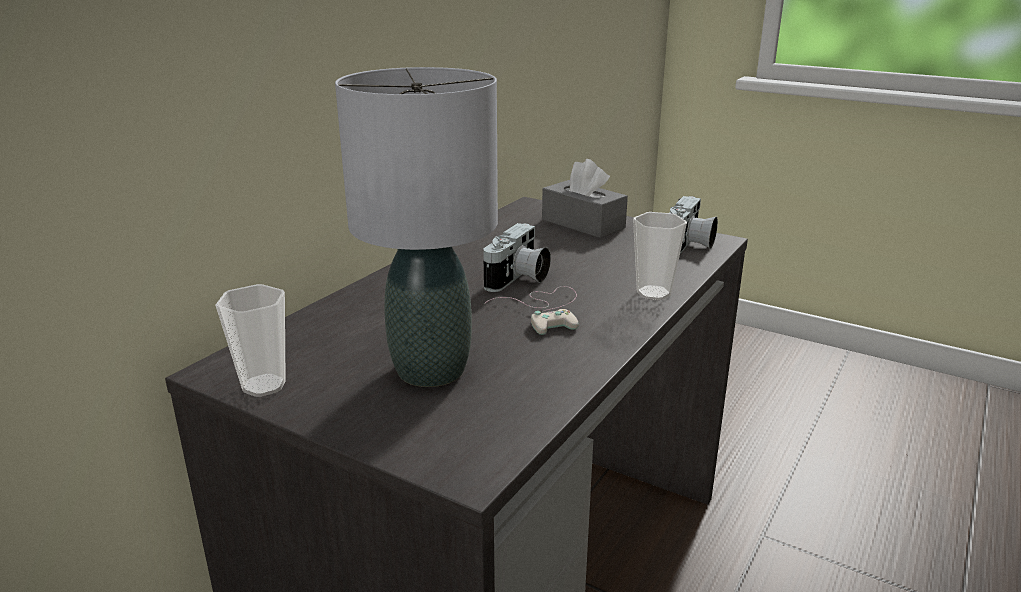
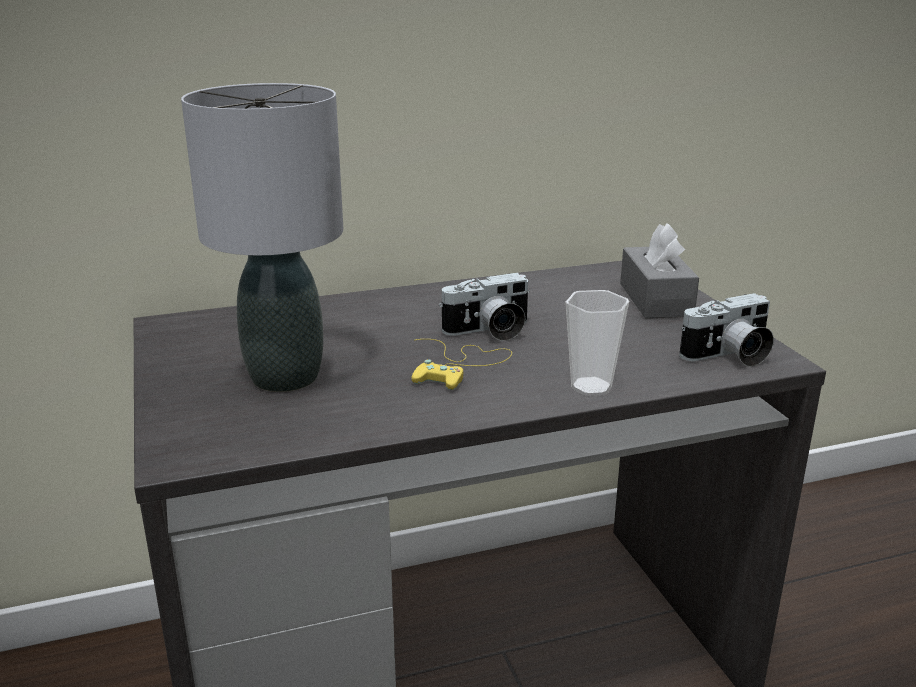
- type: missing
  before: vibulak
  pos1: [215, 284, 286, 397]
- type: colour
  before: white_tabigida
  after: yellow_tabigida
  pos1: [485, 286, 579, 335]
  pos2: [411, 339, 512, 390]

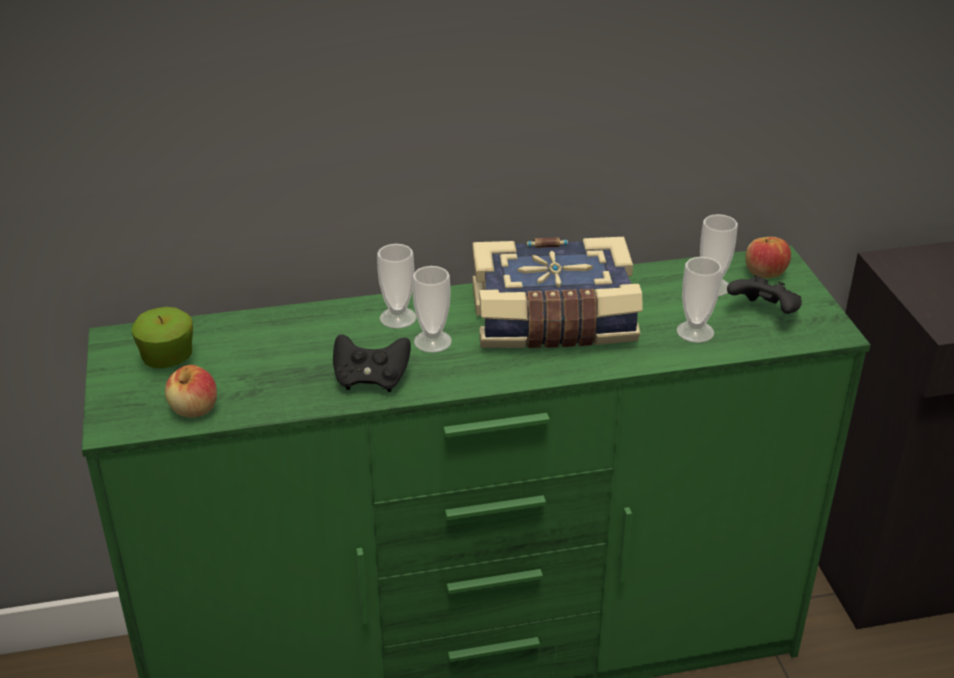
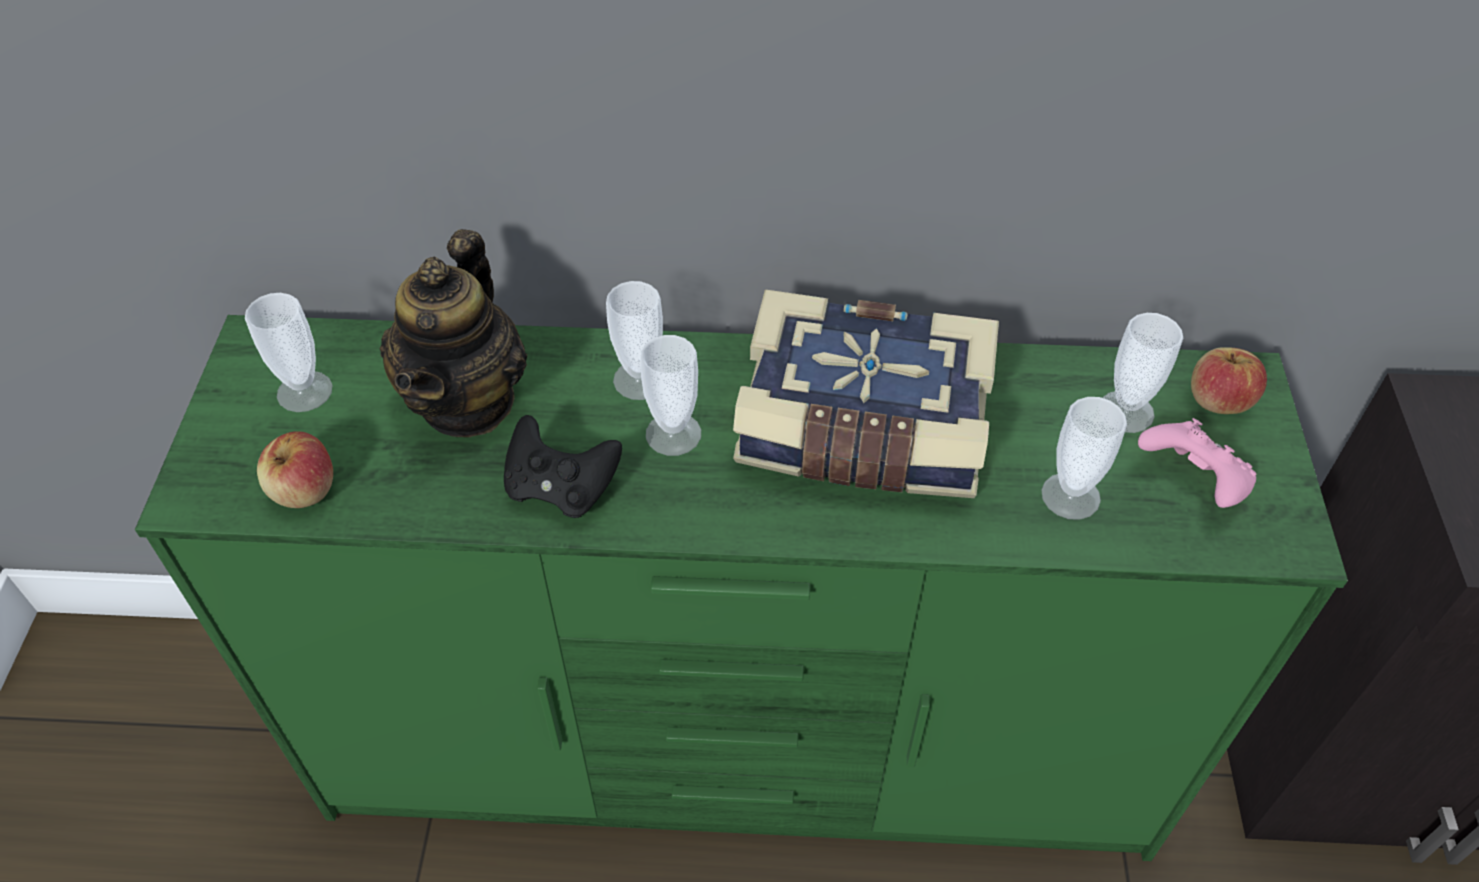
- type: appeared
  after: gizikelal
  pos2: [380, 229, 527, 437]
- type: exchanged
  before: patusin
  after: vibulak
  pos1: [131, 307, 193, 368]
  pos2: [245, 293, 332, 412]
- type: colour
  before: black_tabigida
  after: pink_tabigida
  pos1: [727, 275, 802, 314]
  pos2: [1138, 418, 1257, 508]

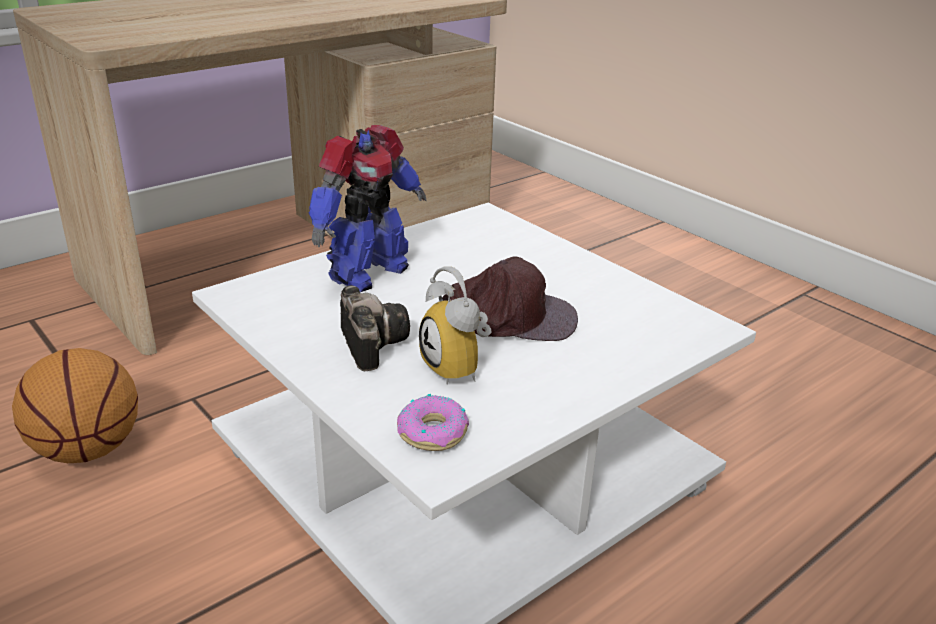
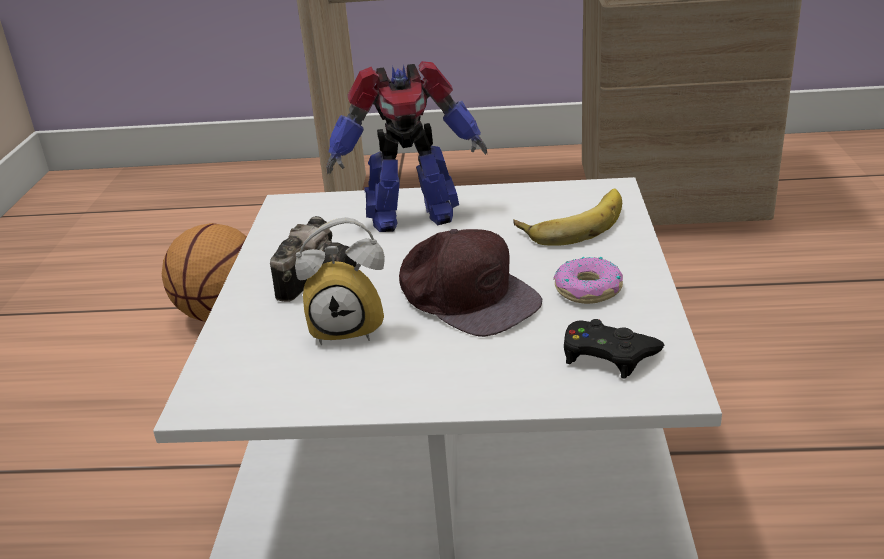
- type: appeared
  after: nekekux
  pos2: [514, 189, 622, 246]
- type: appeared
  after: black_tabigida
  pos2: [564, 319, 664, 379]
- type: relocated
  before: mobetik
  pos1: [397, 394, 469, 451]
  pos2: [553, 256, 623, 304]
- type: spun
  before: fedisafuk
  pos1: [419, 266, 492, 385]
  pos2: [295, 217, 385, 345]
  turn: -105

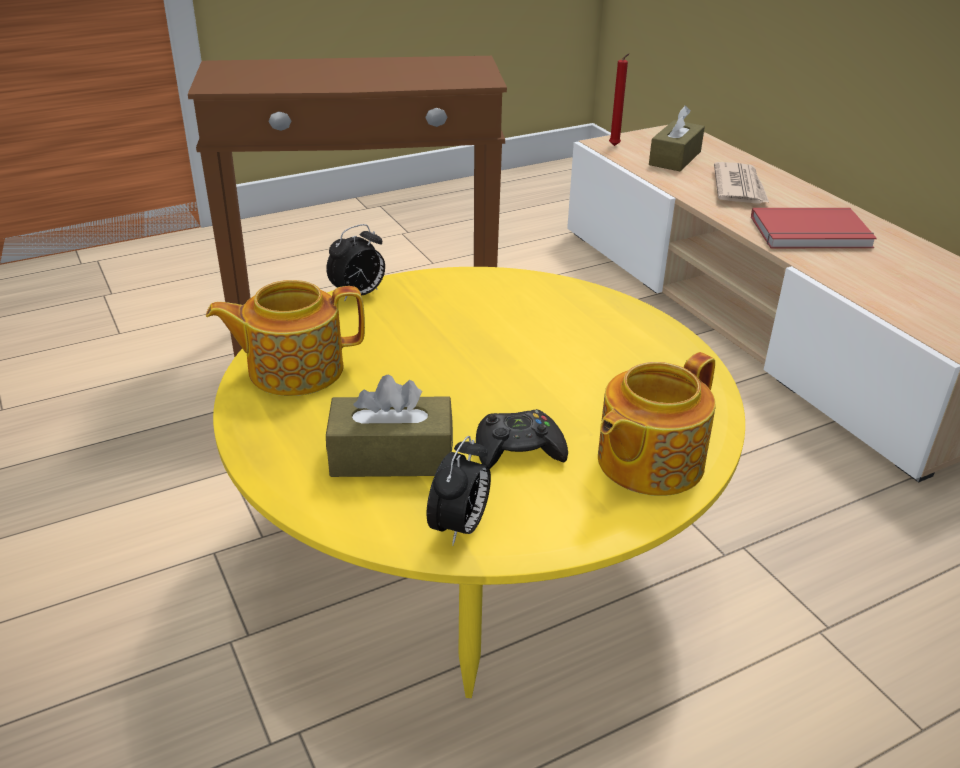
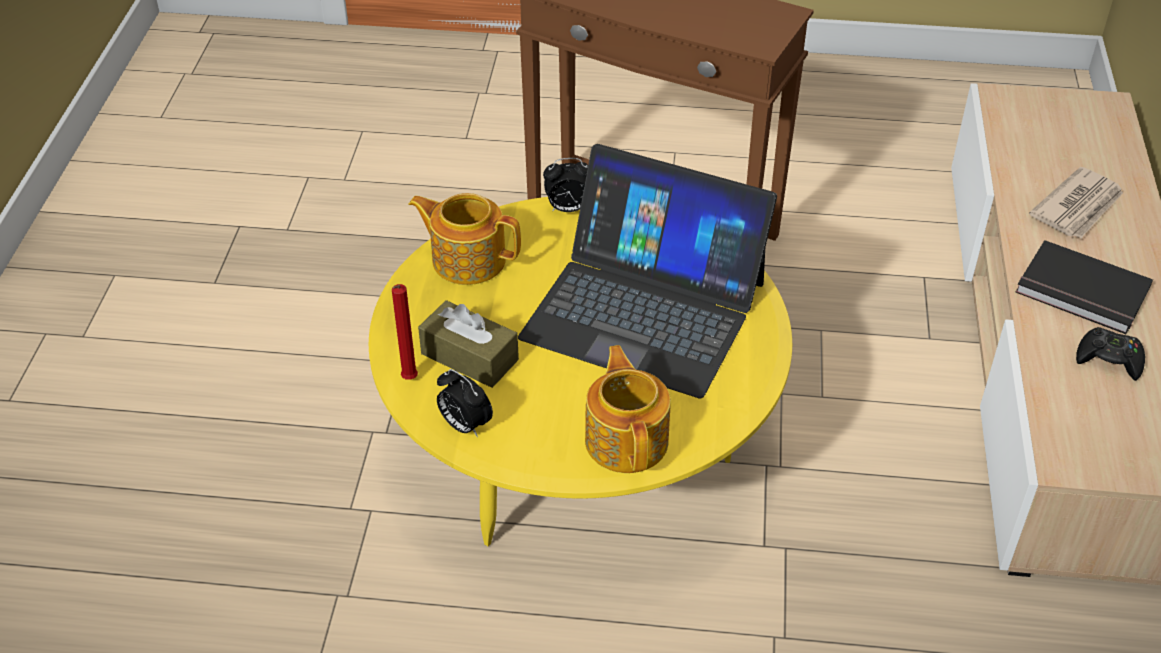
- type: missing
  before: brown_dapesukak
  pos1: [649, 106, 705, 171]
- type: appeared
  after: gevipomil
  pos2: [518, 144, 777, 398]
- type: relocated
  before: black_tabigida
  pos1: [476, 409, 568, 469]
  pos2: [1076, 327, 1145, 381]
- type: relocated
  before: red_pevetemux
  pos1: [609, 53, 629, 146]
  pos2: [392, 284, 418, 380]
- type: colour
  before: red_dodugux
  after: black_dodugux
  pos1: [751, 208, 877, 248]
  pos2: [1016, 240, 1153, 334]
- type: spun
  before: fedisafuk
  pos1: [427, 436, 491, 546]
  pos2: [437, 369, 493, 437]
  turn: 75
- type: spun
  before: gizikelal
  pos1: [598, 352, 716, 496]
  pos2: [585, 345, 671, 473]
  turn: 90

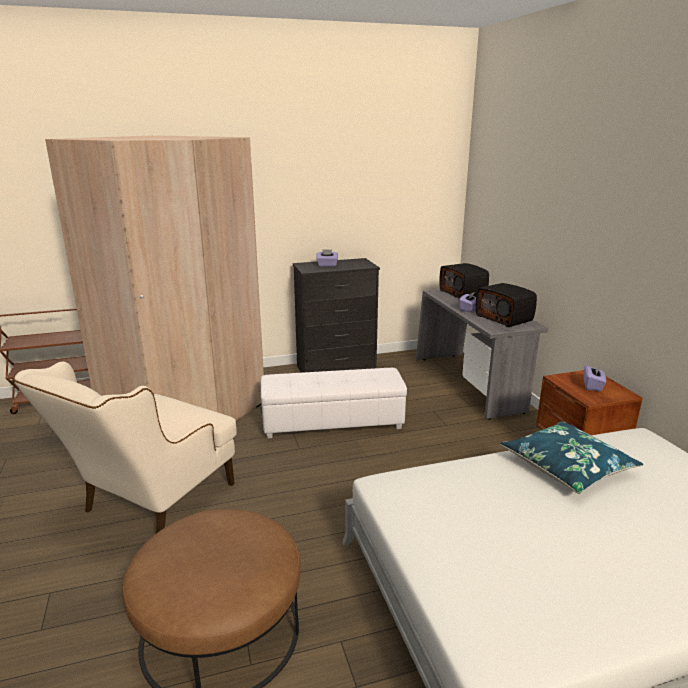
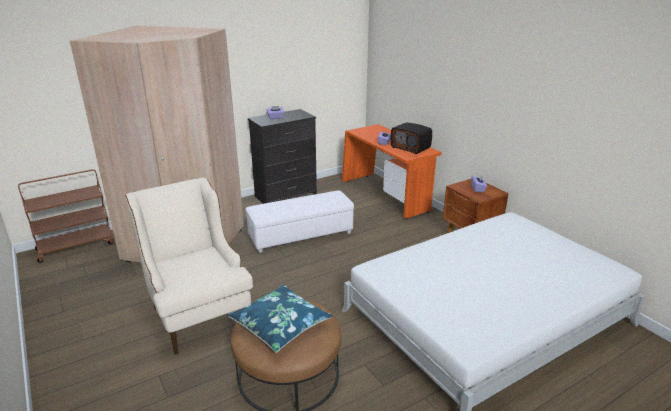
- type: missing
  before: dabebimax
  pos1: [439, 263, 489, 299]
- type: relocated
  before: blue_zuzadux
  pos1: [500, 421, 643, 494]
  pos2: [227, 285, 333, 353]
- type: colour
  before: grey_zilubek
  after: orange_zilubek
  pos1: [416, 289, 548, 420]
  pos2: [342, 124, 441, 219]
- type: spun
  before: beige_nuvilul
  pos1: [13, 362, 237, 533]
  pos2: [125, 178, 253, 355]
  turn: 135

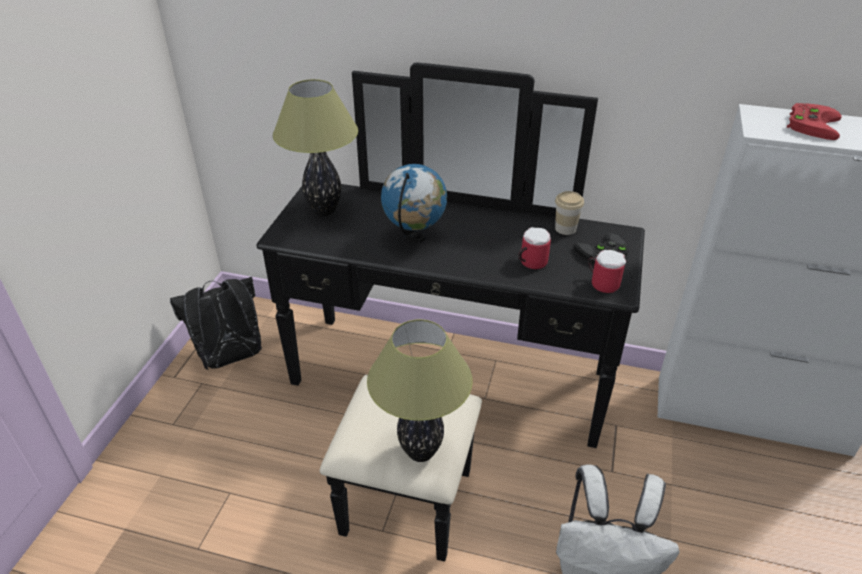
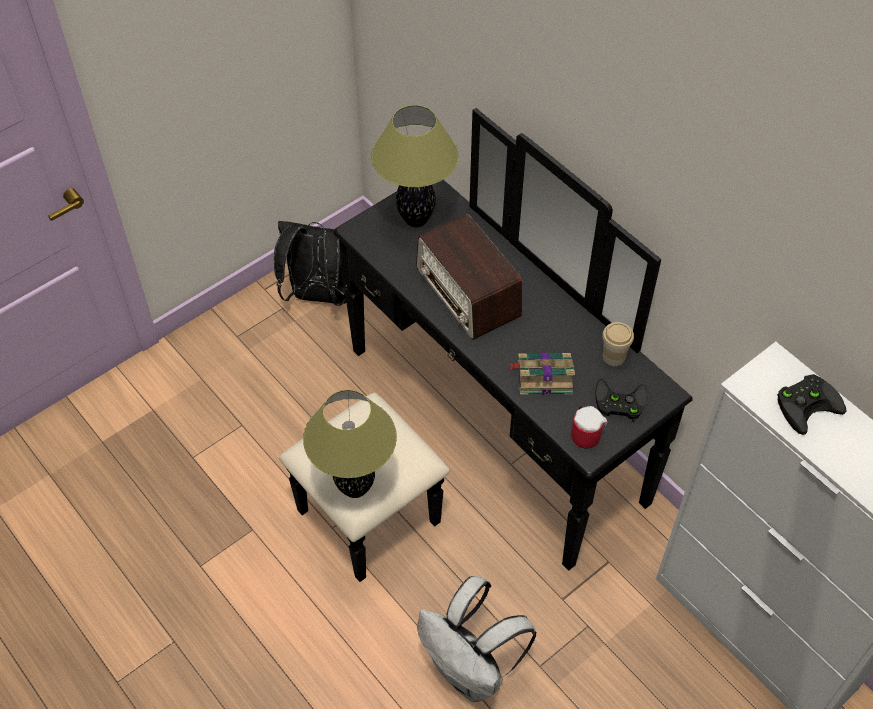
- type: exchanged
  before: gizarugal
  after: dabebimax
  pos1: [381, 164, 447, 243]
  pos2: [416, 214, 522, 340]
- type: exchanged
  before: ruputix
  after: dodugux
  pos1: [519, 227, 551, 269]
  pos2: [508, 353, 575, 395]
- type: colour
  before: red_tabigida
  after: black_tabigida
  pos1: [787, 103, 842, 140]
  pos2: [777, 374, 846, 435]

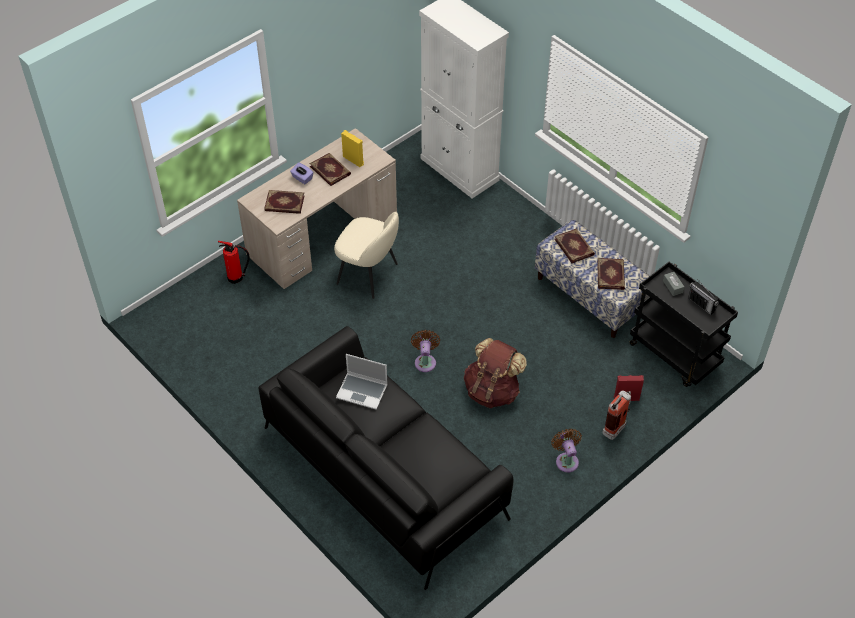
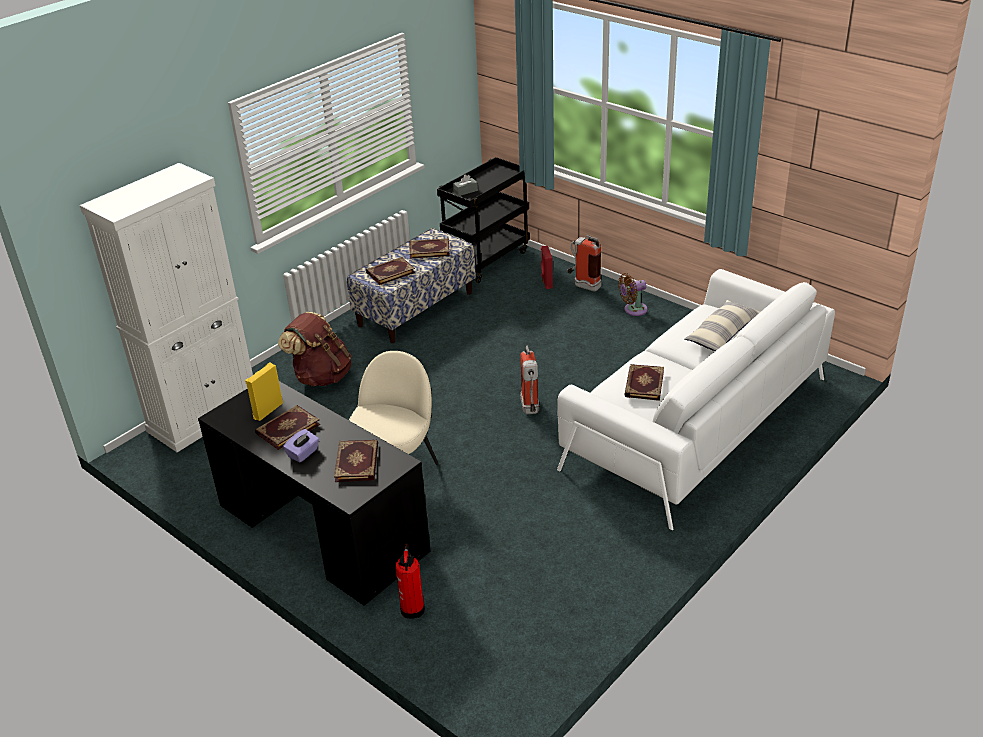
- type: missing
  before: dabebimax
  pos1: [688, 279, 719, 315]
- type: appeared
  after: zuzadux
  pos2: [684, 300, 760, 351]
- type: relocated
  before: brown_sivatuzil
  pos1: [464, 338, 527, 408]
  pos2: [278, 312, 351, 386]
- type: exchanged
  before: gevipomil
  after: dodugux
  pos1: [336, 354, 388, 410]
  pos2: [625, 364, 664, 401]
- type: exchanged
  before: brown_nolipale
  after: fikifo
  pos1: [411, 330, 440, 372]
  pos2: [520, 346, 539, 414]
- type: colour
  before: beige_zilubek
  after: black_zilubek
  pos1: [237, 128, 397, 289]
  pos2: [198, 381, 431, 606]
- type: colour
  before: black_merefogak
  after: white_merefogak
  pos1: [258, 326, 513, 590]
  pos2: [557, 269, 835, 530]

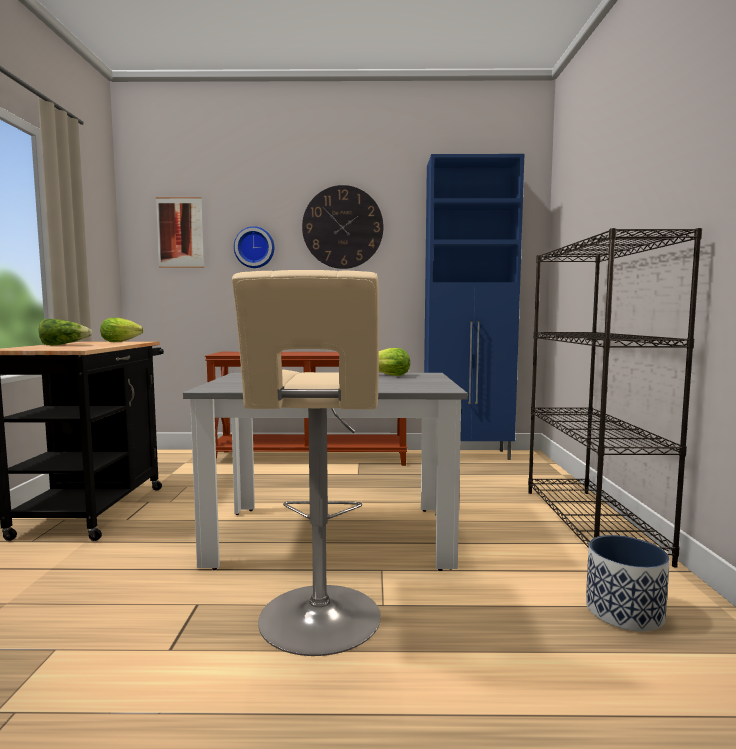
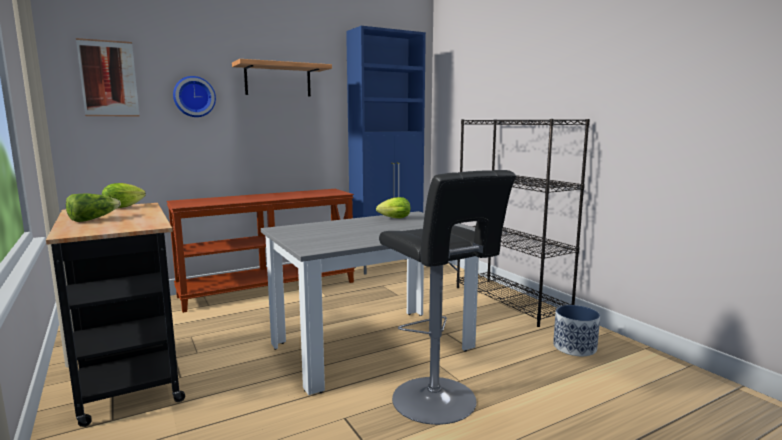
- type: exchanged
  before: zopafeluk
  after: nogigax
  pos1: [302, 185, 383, 269]
  pos2: [232, 59, 332, 97]
- type: colour
  before: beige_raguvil
  after: black_raguvil
  pos1: [232, 270, 381, 656]
  pos2: [379, 170, 516, 425]

